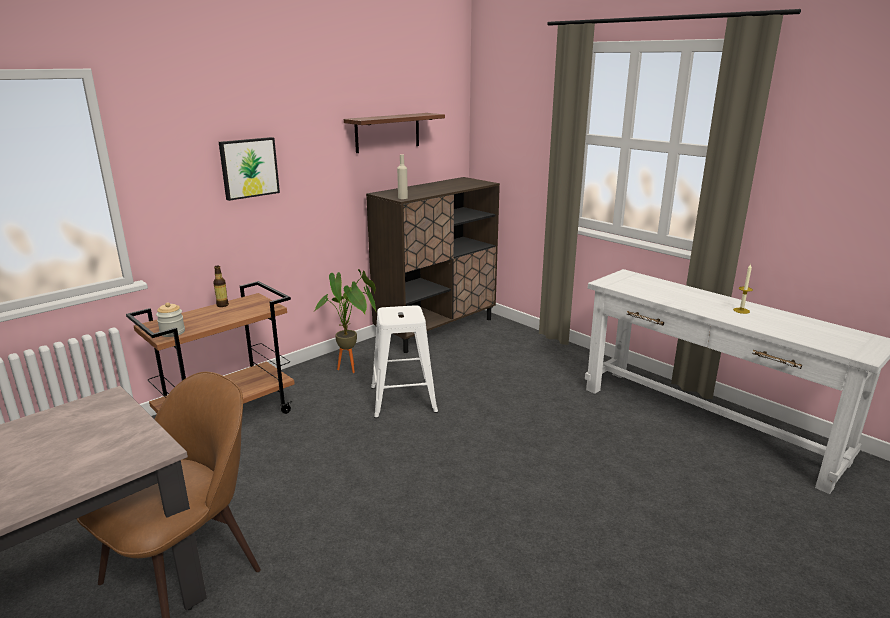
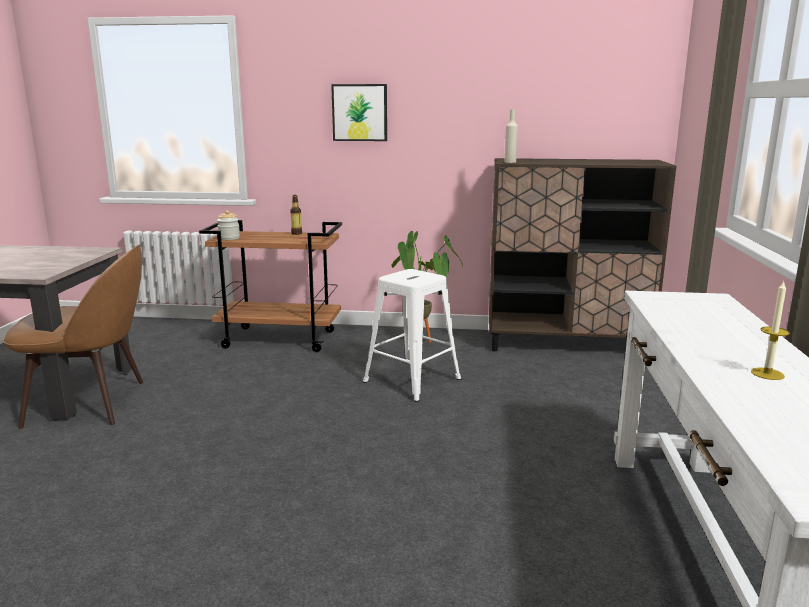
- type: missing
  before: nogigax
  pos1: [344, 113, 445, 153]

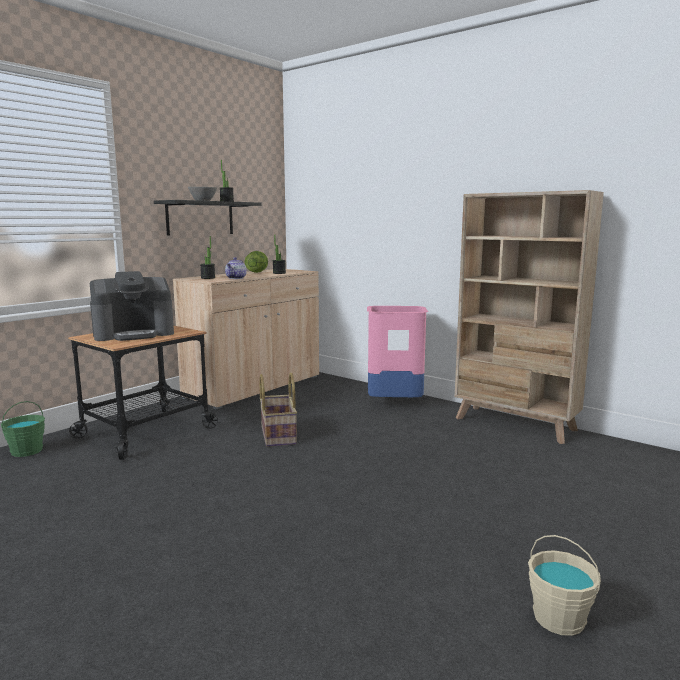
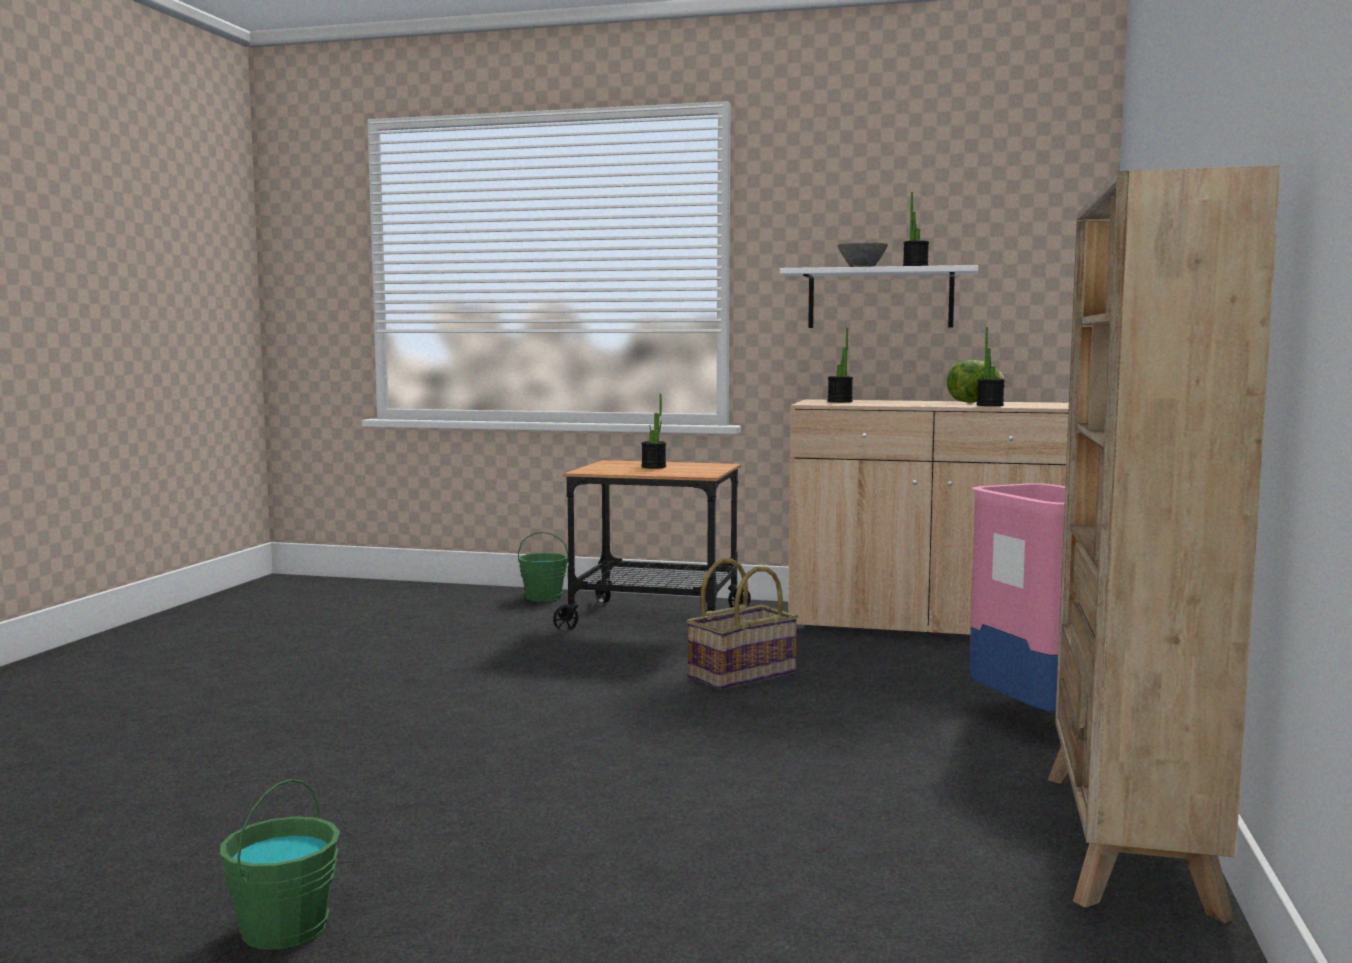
- type: missing
  before: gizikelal
  pos1: [225, 257, 247, 279]
- type: exchanged
  before: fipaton
  after: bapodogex
  pos1: [90, 271, 174, 341]
  pos2: [641, 394, 666, 469]
- type: colour
  before: black_nogigax
  after: white_nogigax
  pos1: [154, 200, 262, 236]
  pos2: [780, 265, 978, 328]
- type: colour
  before: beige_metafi
  after: green_metafi
  pos1: [528, 535, 601, 636]
  pos2: [220, 779, 340, 950]

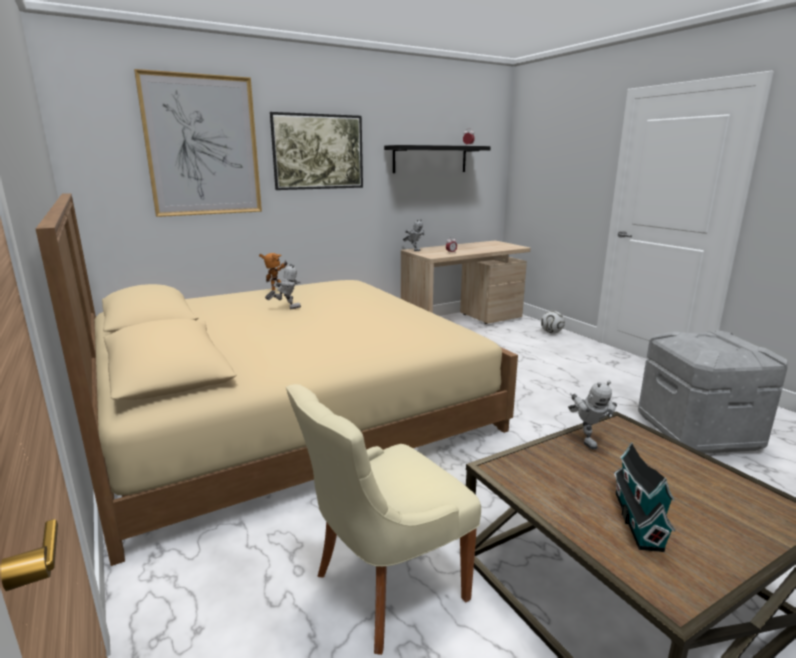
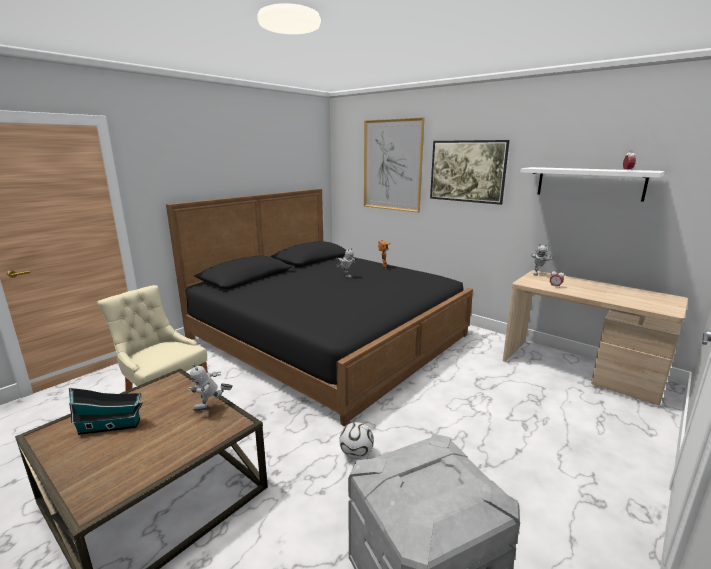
- type: relocated
  before: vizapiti
  pos1: [541, 311, 565, 333]
  pos2: [339, 422, 374, 459]
- type: colour
  before: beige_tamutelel
  after: black_tamutelel
  pos1: [36, 193, 518, 566]
  pos2: [166, 189, 473, 426]
- type: colour
  before: black_nogigax
  after: white_nogigax
  pos1: [384, 145, 491, 173]
  pos2: [520, 167, 665, 202]

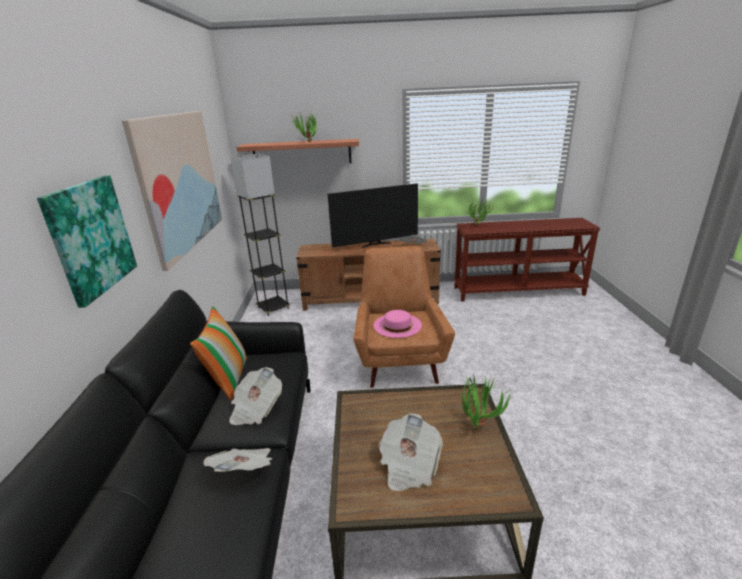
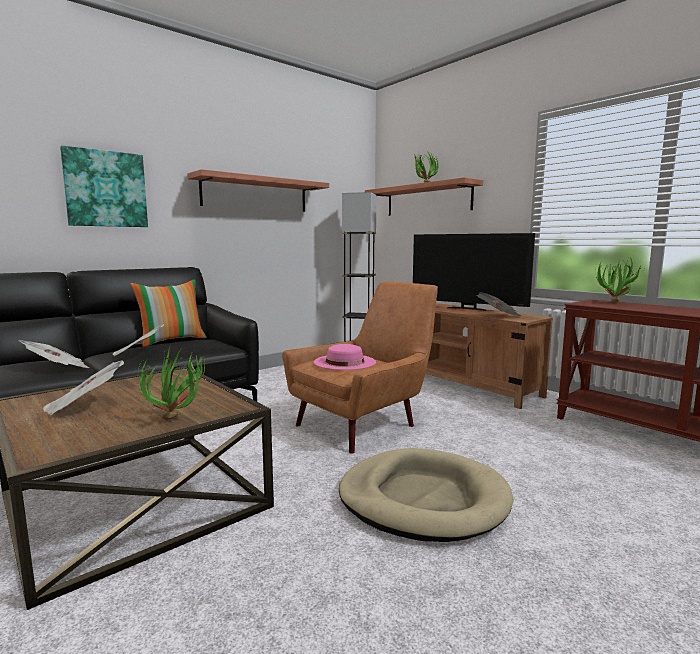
- type: appeared
  after: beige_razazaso
  pos2: [339, 448, 514, 542]
- type: exchanged
  before: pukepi
  after: nogigax
  pos1: [122, 111, 222, 271]
  pos2: [187, 169, 329, 212]

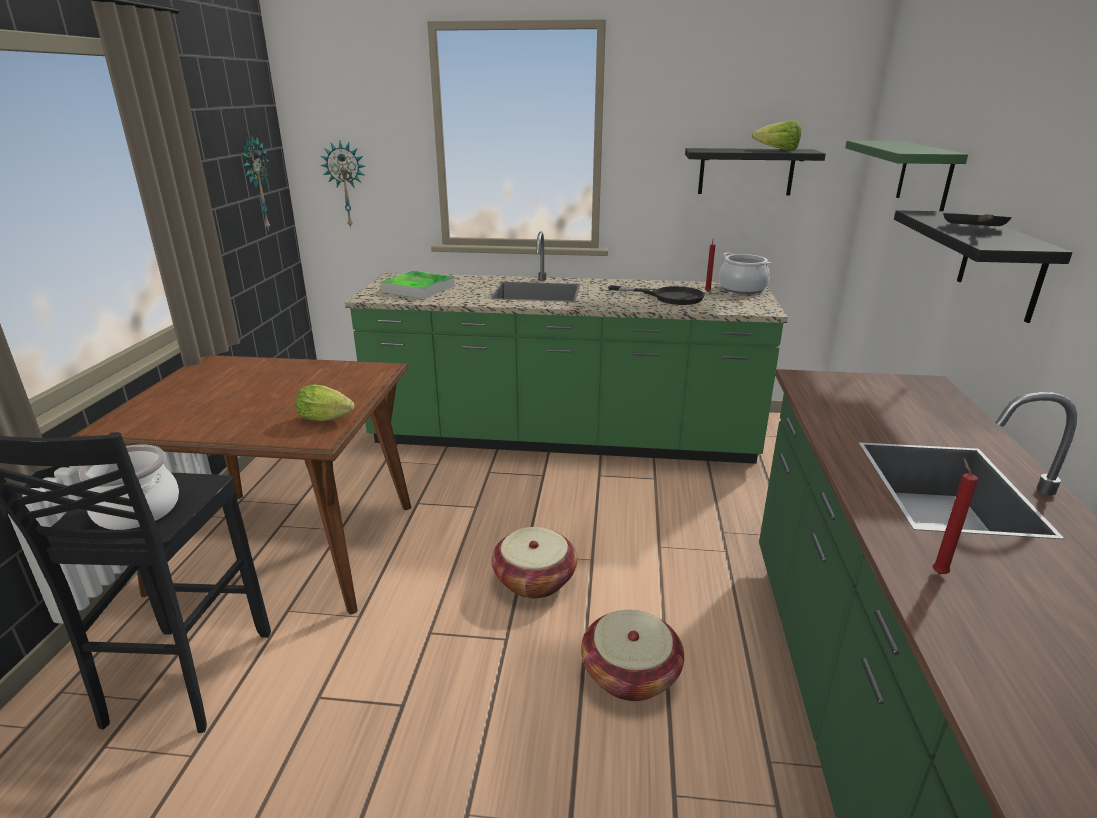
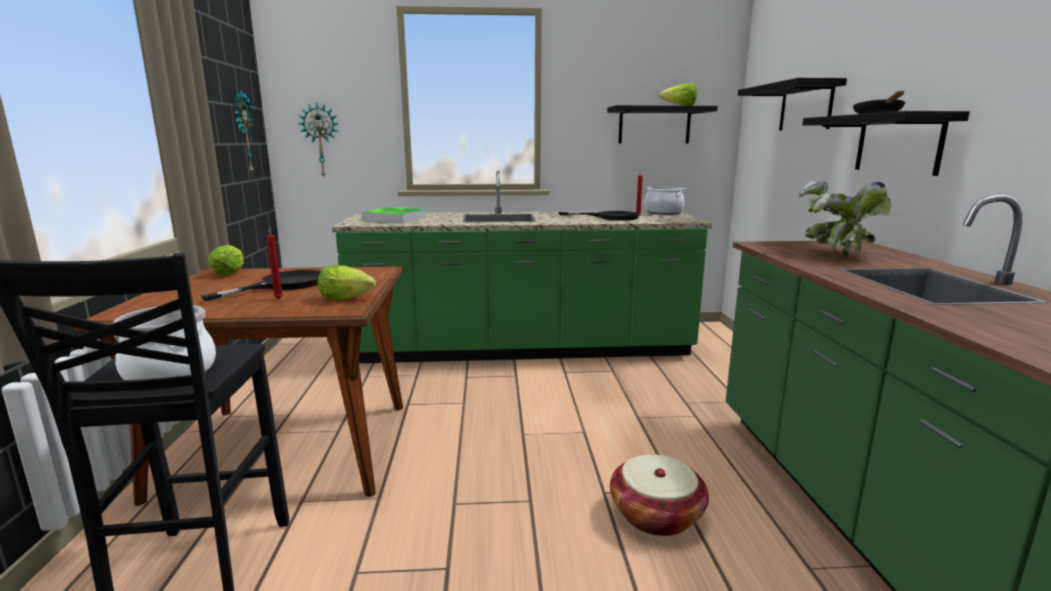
- type: missing
  before: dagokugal
  pos1: [492, 527, 577, 598]
- type: appeared
  after: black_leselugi
  pos2: [201, 270, 321, 301]
- type: appeared
  after: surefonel
  pos2: [208, 245, 244, 276]
- type: appeared
  after: bapodogex
  pos2: [799, 181, 892, 258]
- type: relocated
  before: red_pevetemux
  pos1: [932, 458, 978, 574]
  pos2: [267, 227, 283, 299]
- type: colour
  before: green_nogigax
  after: black_nogigax
  pos1: [845, 140, 968, 211]
  pos2: [738, 78, 847, 131]

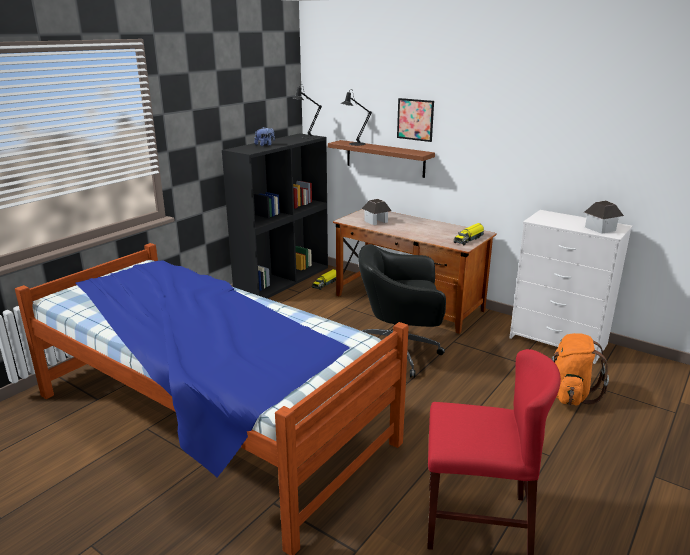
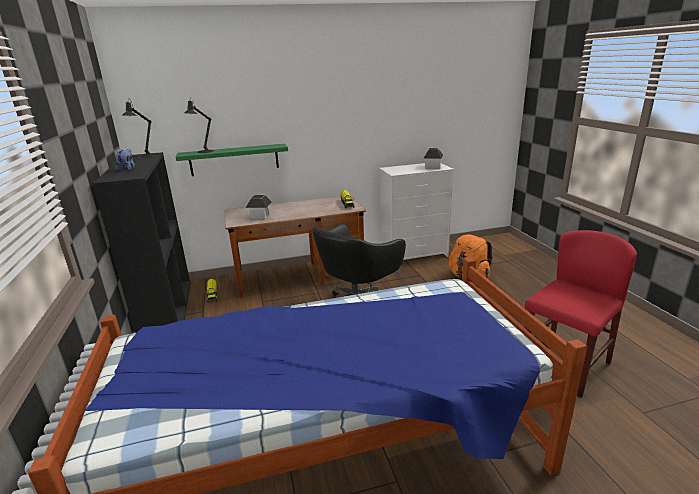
- type: missing
  before: pukepi
  pos1: [397, 98, 434, 142]
- type: colour
  before: brown_nogigax
  after: green_nogigax
  pos1: [328, 140, 435, 178]
  pos2: [176, 144, 288, 176]

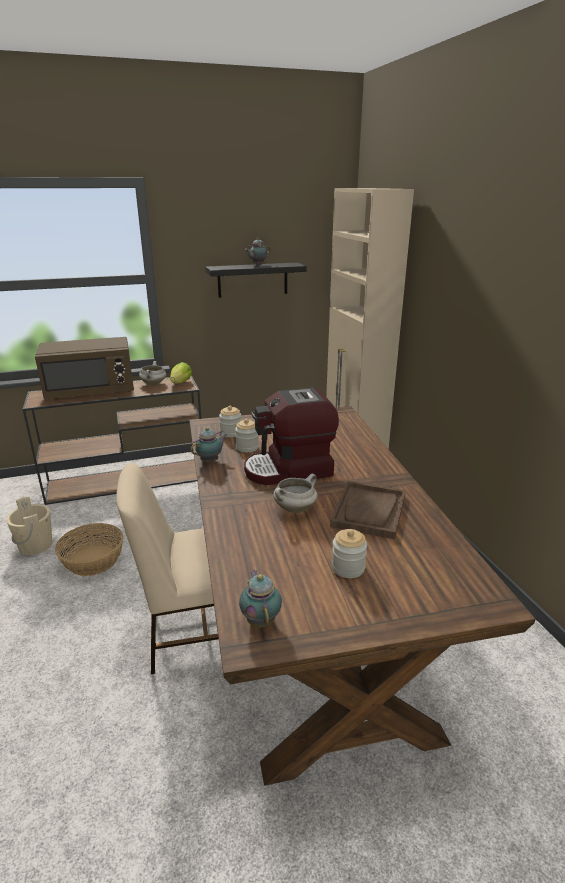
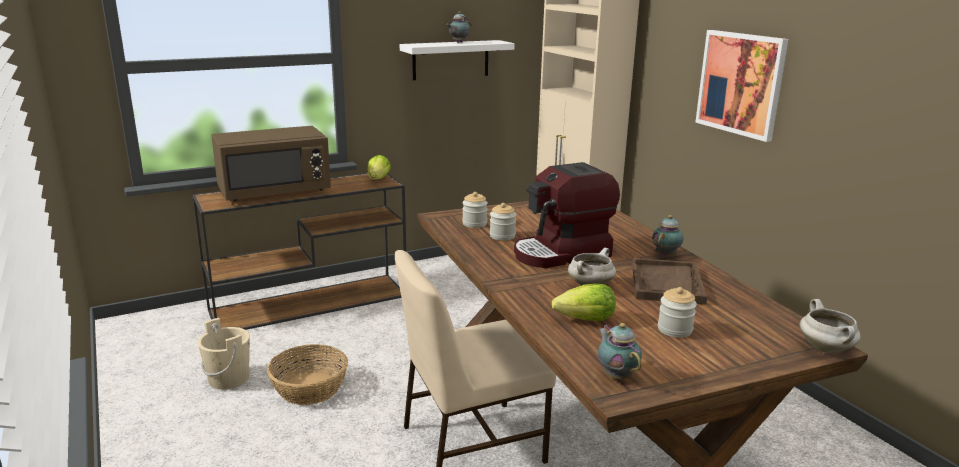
- type: appeared
  after: surefonel
  pos2: [552, 284, 616, 321]
- type: appeared
  after: pukepi
  pos2: [695, 30, 788, 142]
- type: relocated
  before: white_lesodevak
  pos1: [139, 361, 166, 385]
  pos2: [800, 299, 860, 353]
- type: relocated
  before: gizikelal
  pos1: [191, 427, 227, 463]
  pos2: [652, 215, 683, 256]
- type: colour
  before: black_nogigax
  after: white_nogigax
  pos1: [205, 263, 307, 298]
  pos2: [400, 40, 515, 80]

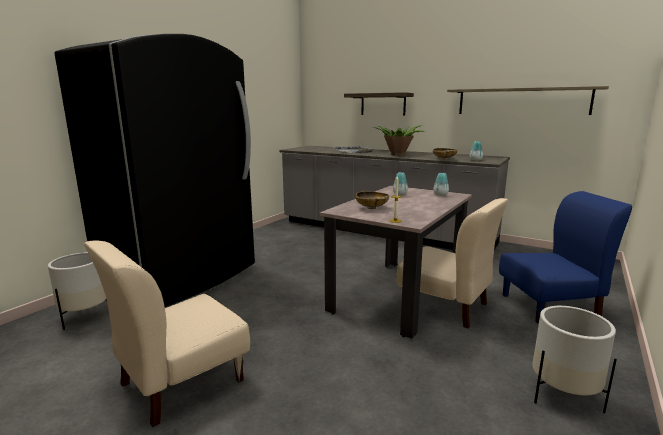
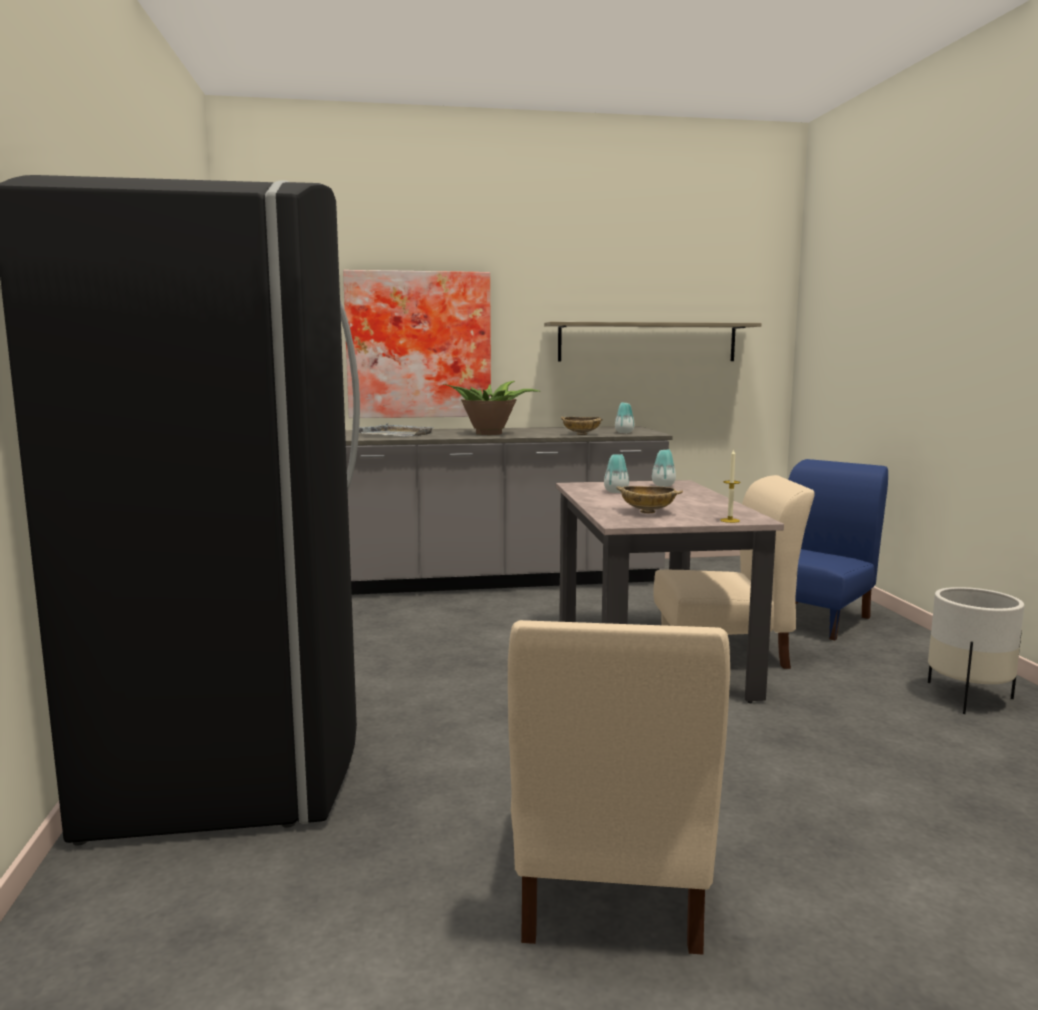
- type: missing
  before: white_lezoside
  pos1: [48, 252, 107, 330]
- type: exchanged
  before: nogigax
  after: pukepi
  pos1: [344, 92, 414, 115]
  pos2: [343, 270, 491, 418]

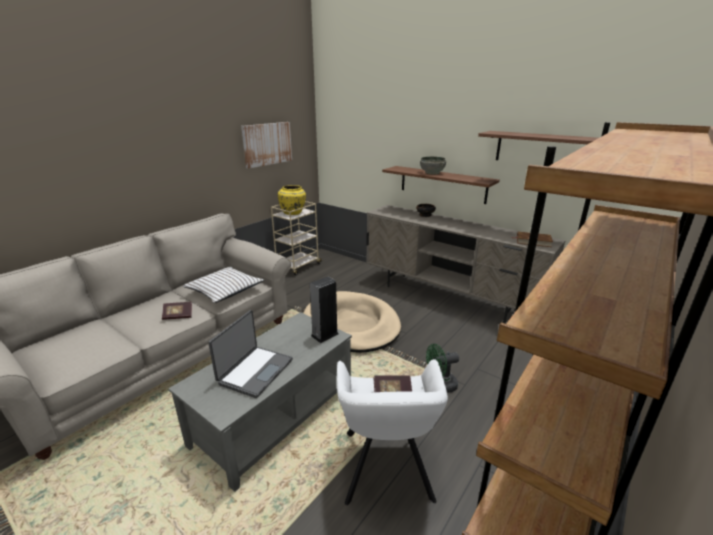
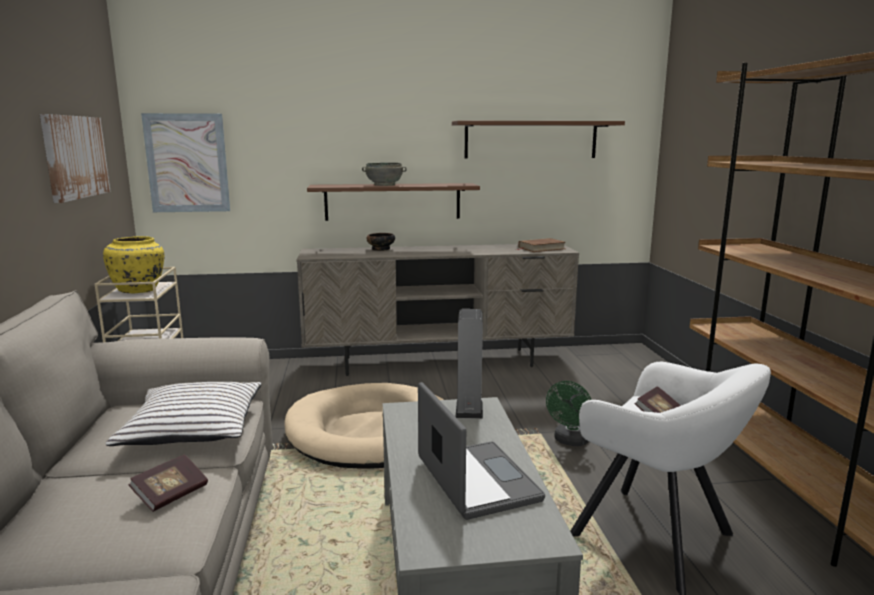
- type: appeared
  after: pukepi
  pos2: [141, 113, 230, 212]

